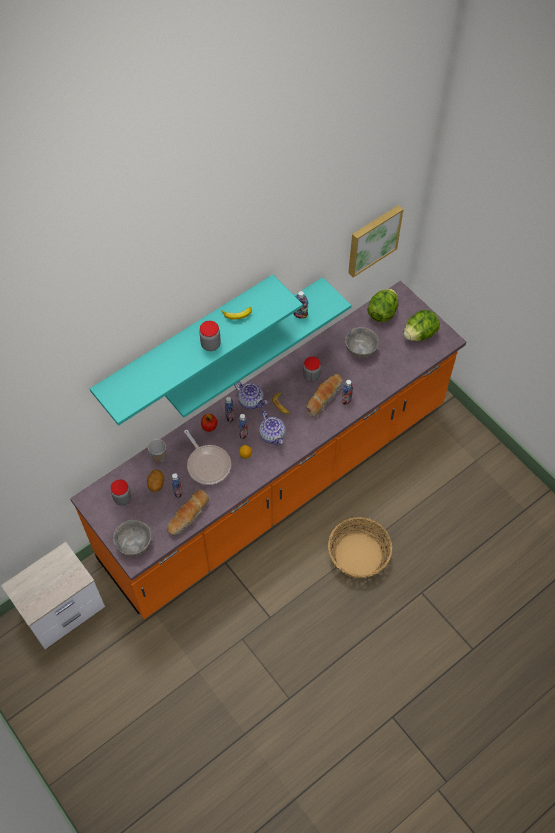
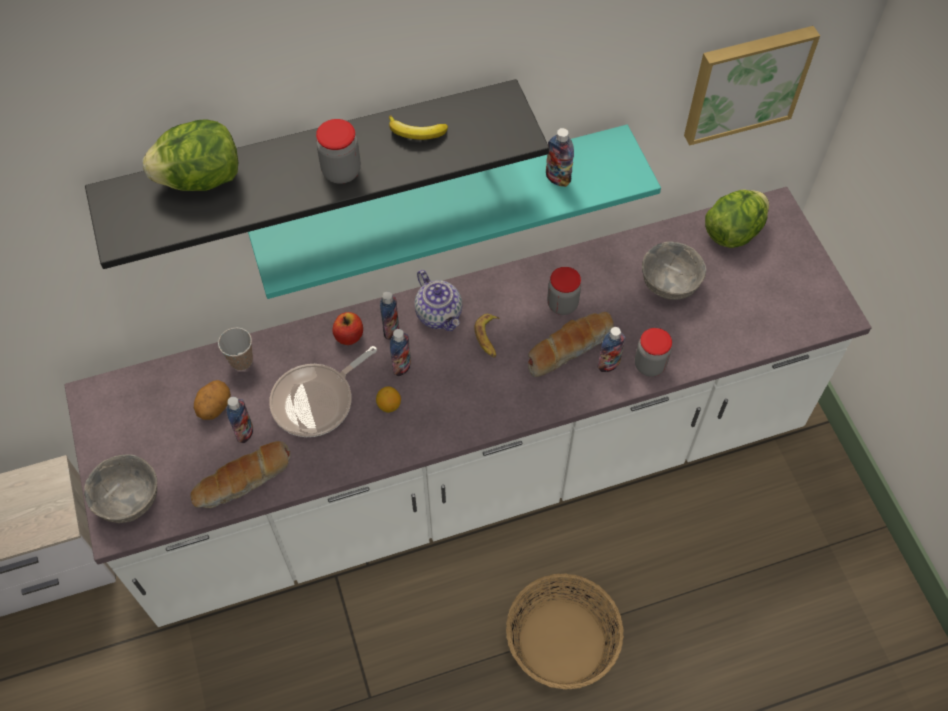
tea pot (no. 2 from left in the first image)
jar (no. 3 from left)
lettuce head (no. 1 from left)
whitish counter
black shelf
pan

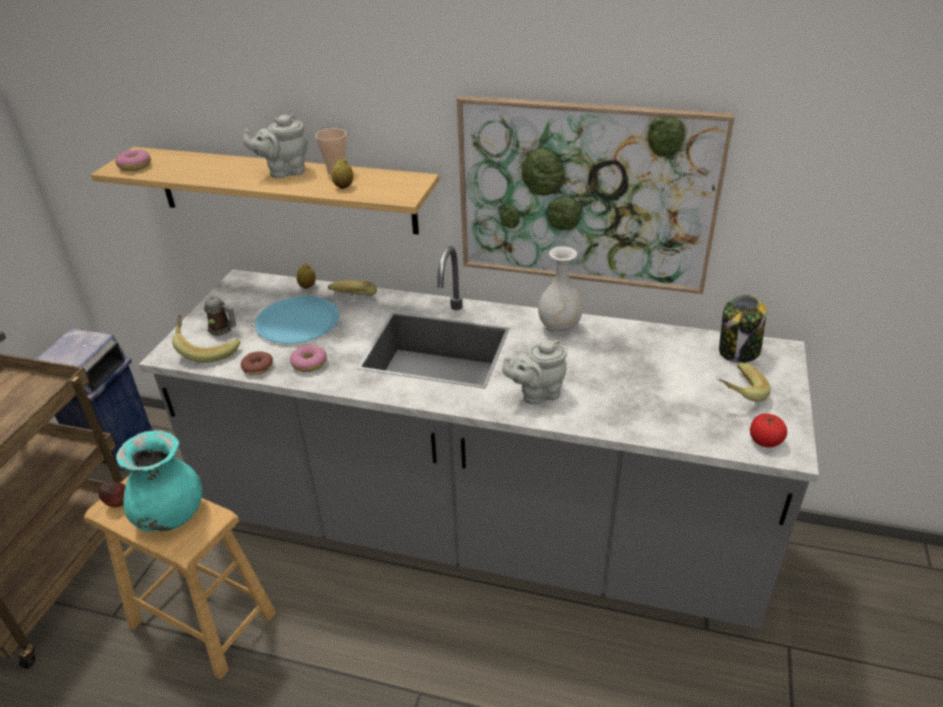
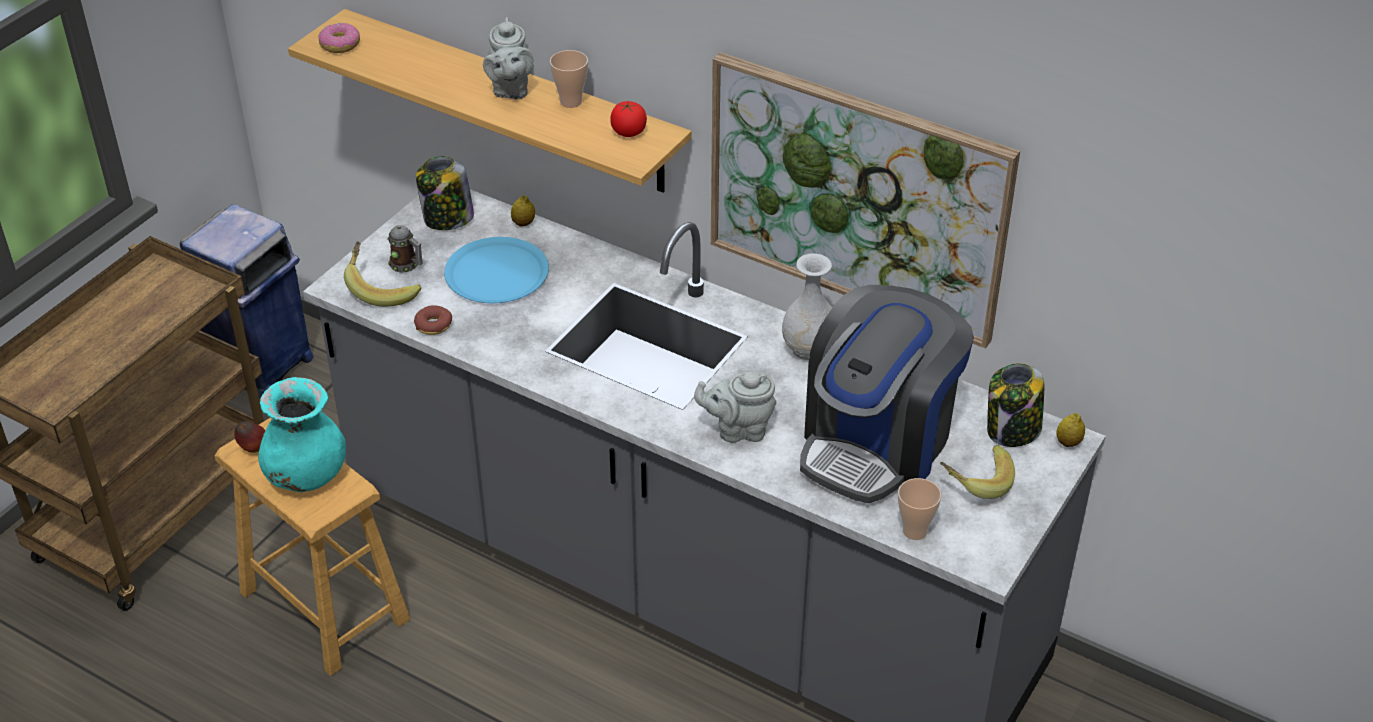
ring doughnut (no. 3 from left in the first image)
whole banana (no. 2 from left in the first image)
jar (no. 1 from left)
coffee machine
small cup (no. 2 from left)
lemon (no. 2 from left)
whole tomato
grey tea pot (no. 1 from left)

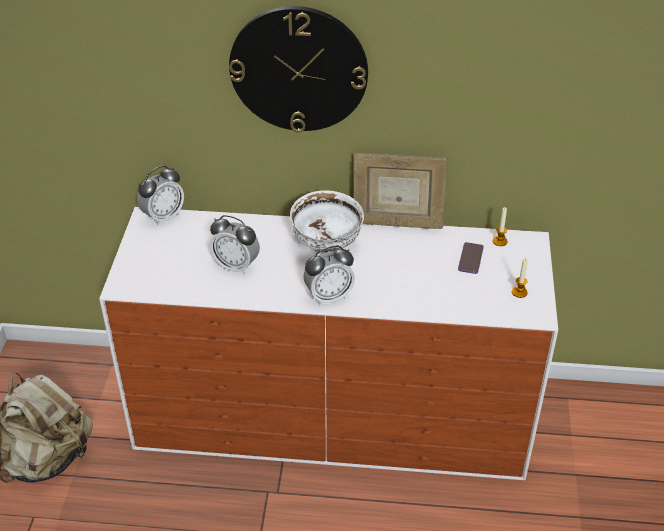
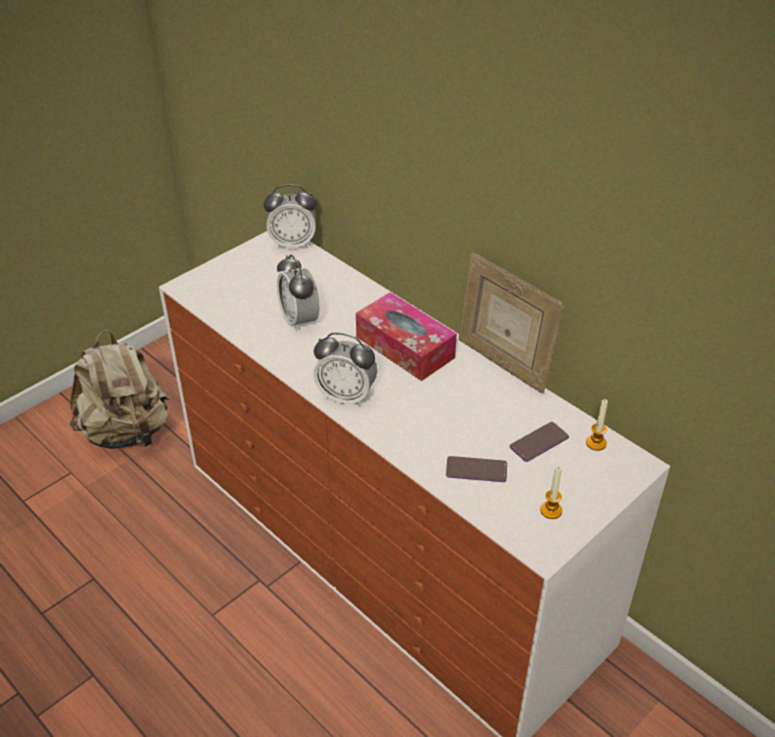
hanging clock
handset (no. 1 from left)
tissue holder

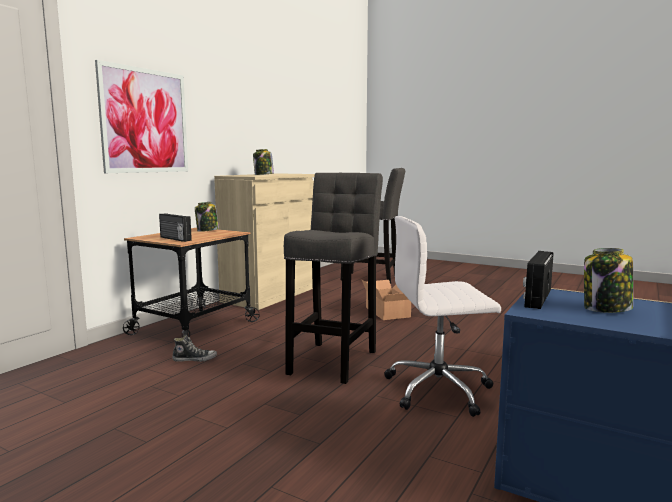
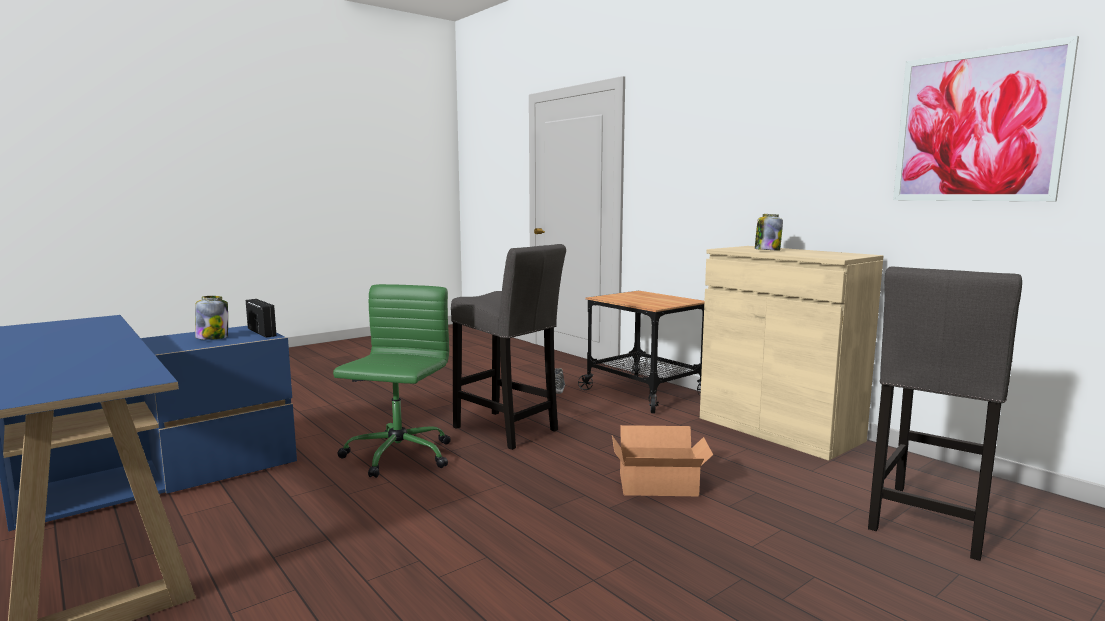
radio (no. 1 from left in the first image)
jar (no. 1 from left in the first image)
wall art
greenish computer chair

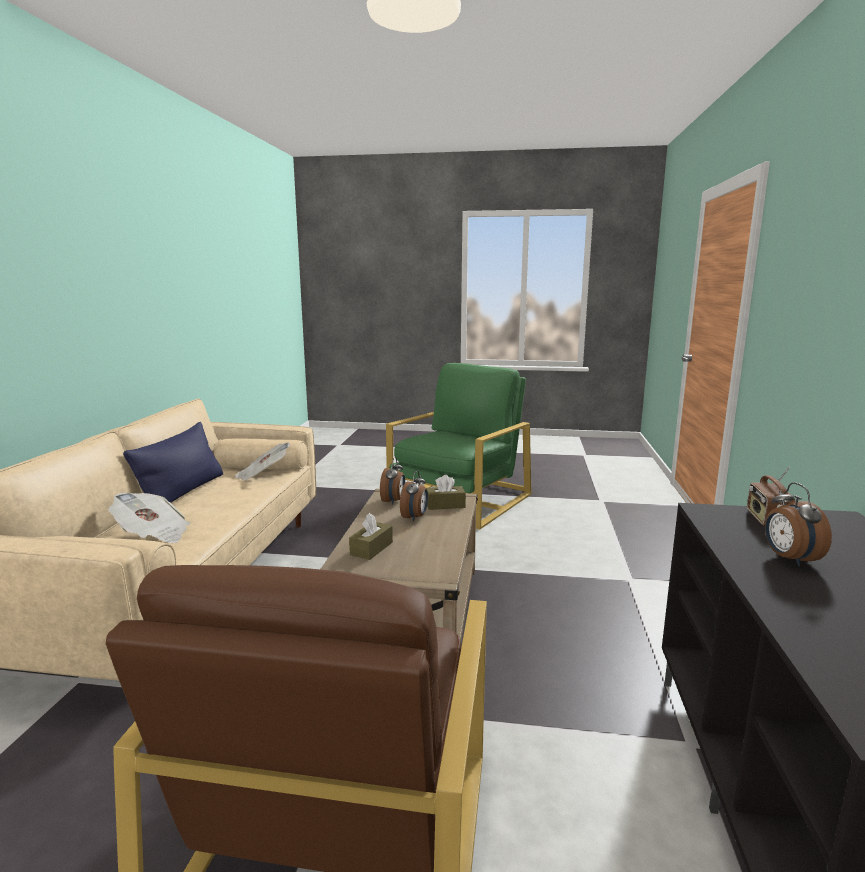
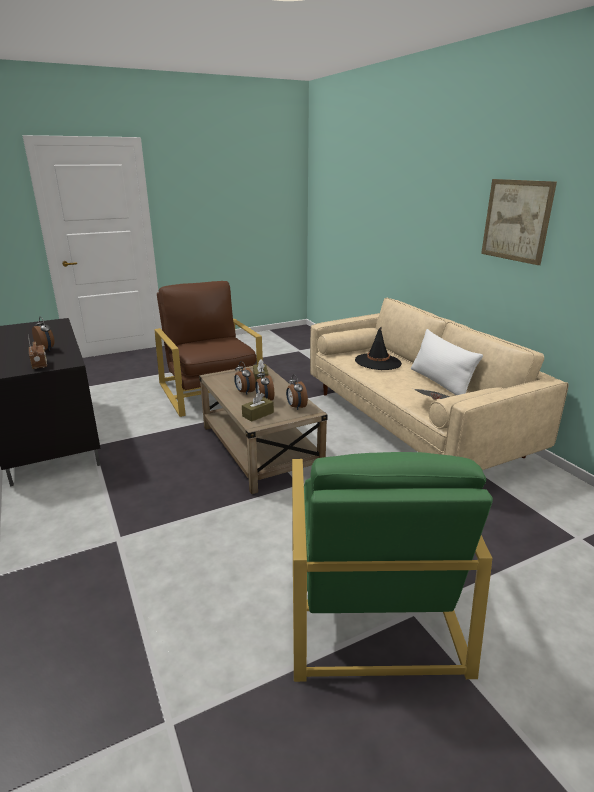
alarm clock (no. 2 from left)
wall art
black clothing hat
whitish cushion

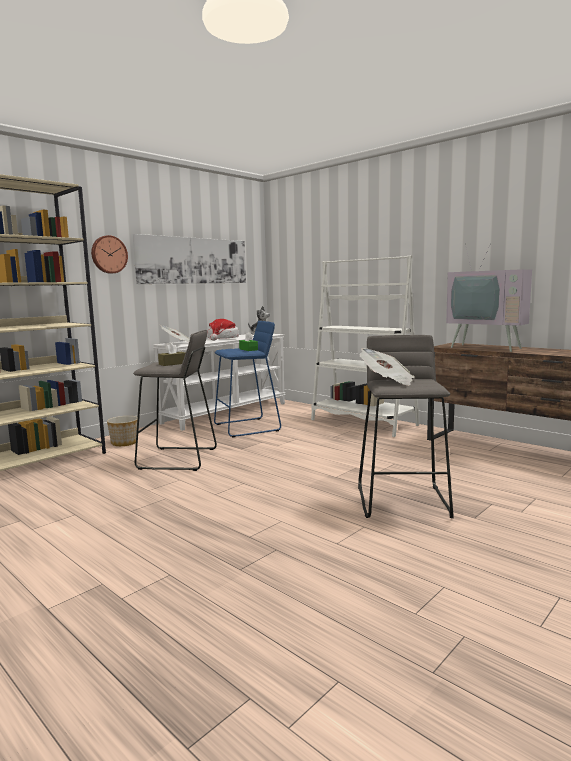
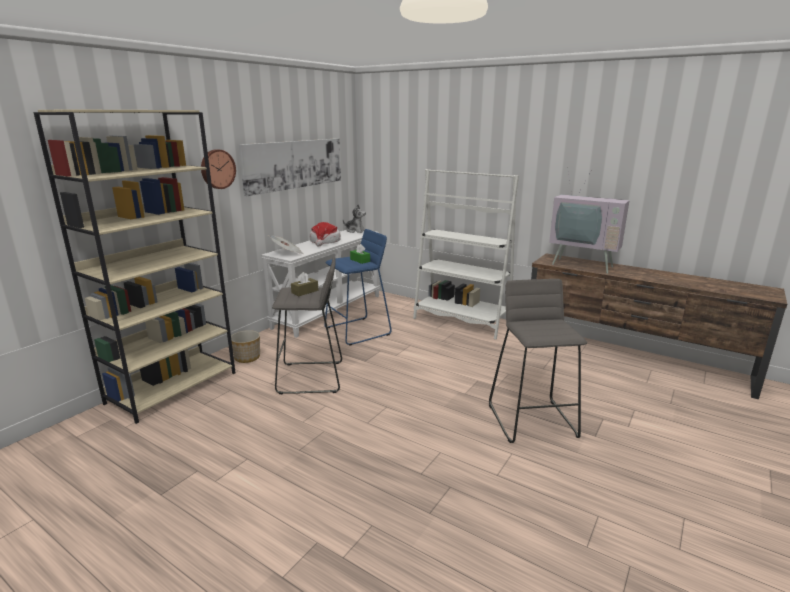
daily paper (no. 2 from left in the first image)

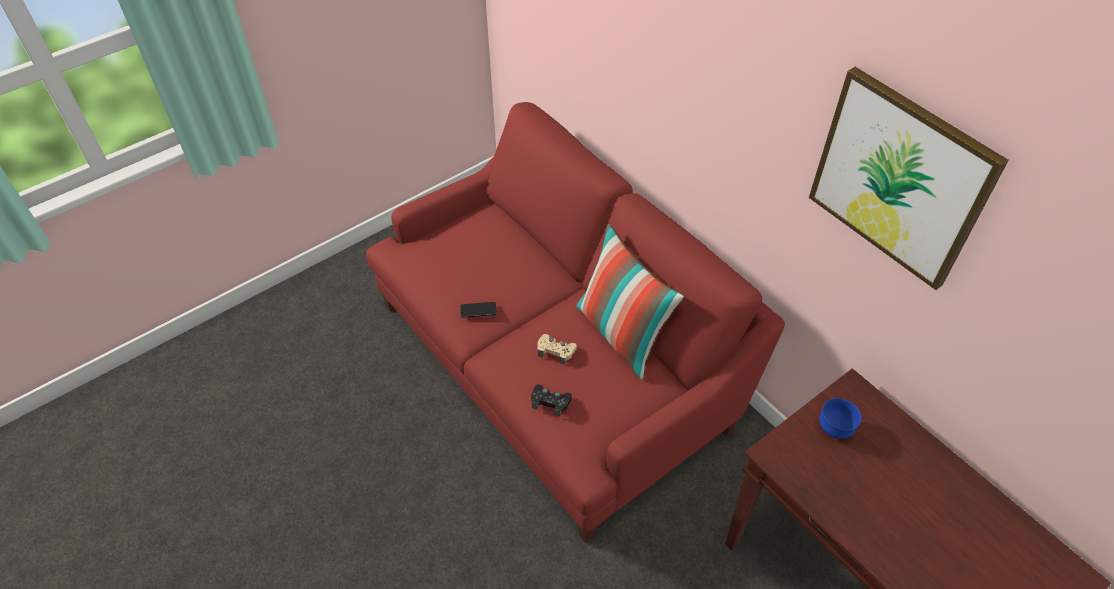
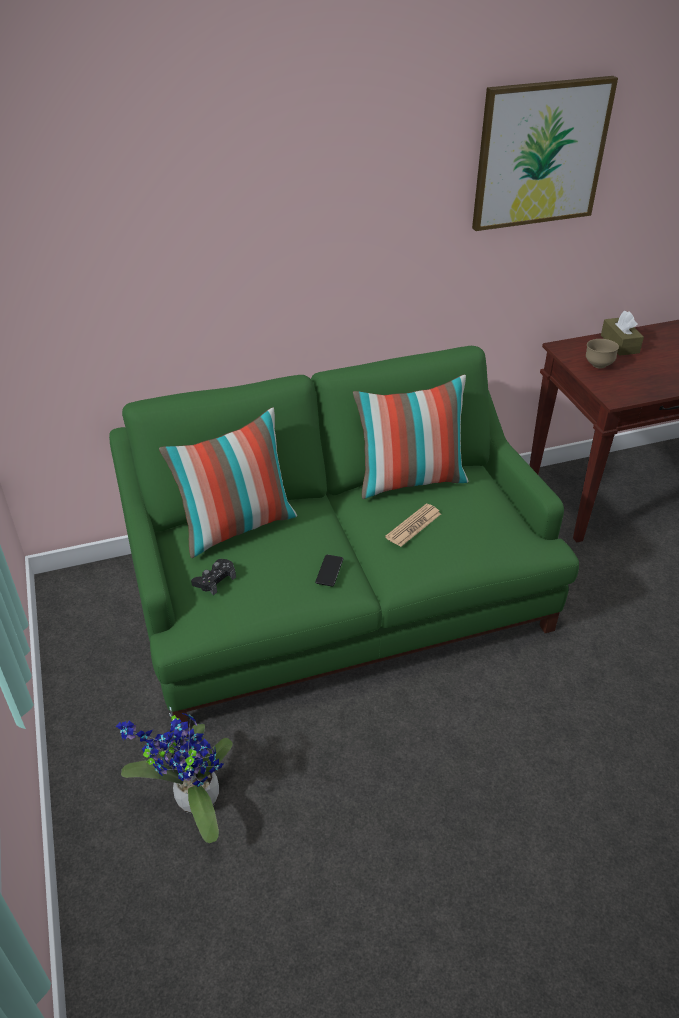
houseplant
cushion (no. 1 from left)
brown-coloured tissue holder
black game controller
daily paper
greenish settee
brown-coloured serving bowl

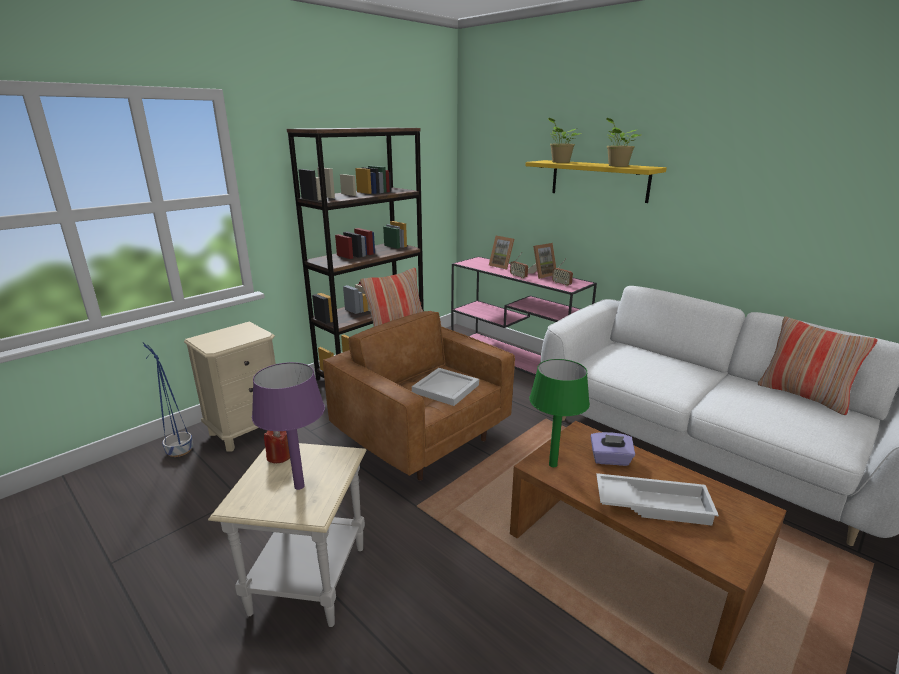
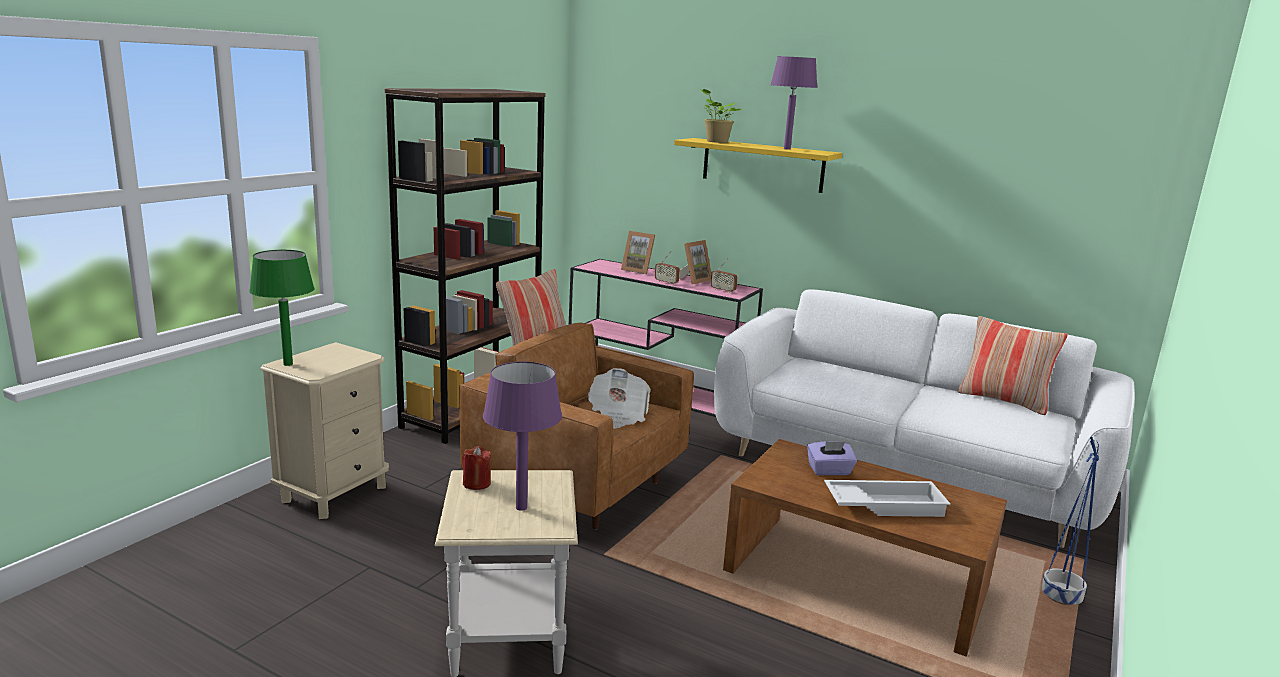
blue plant pot
greenish lamp for a table
daily paper
purple-coloured lamp for a table (no. 2 from left)

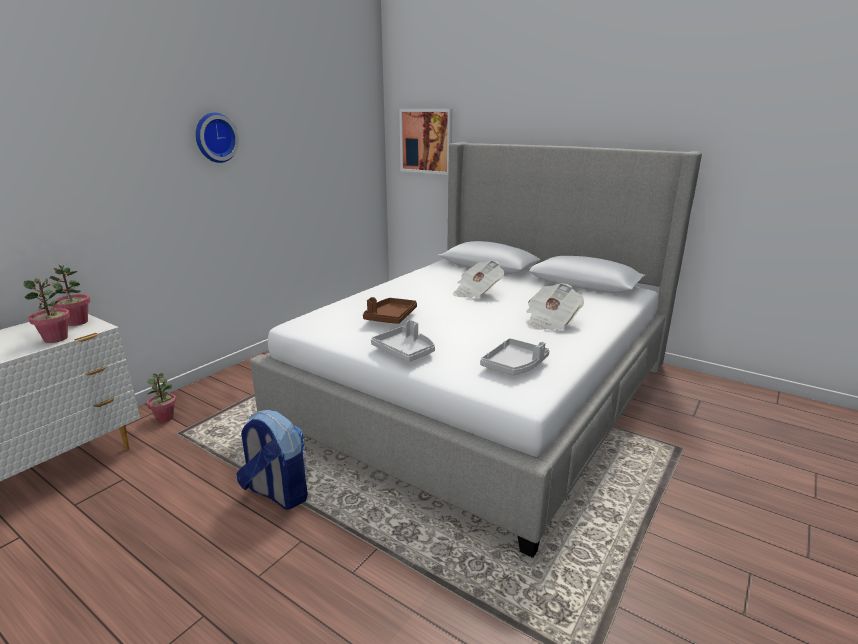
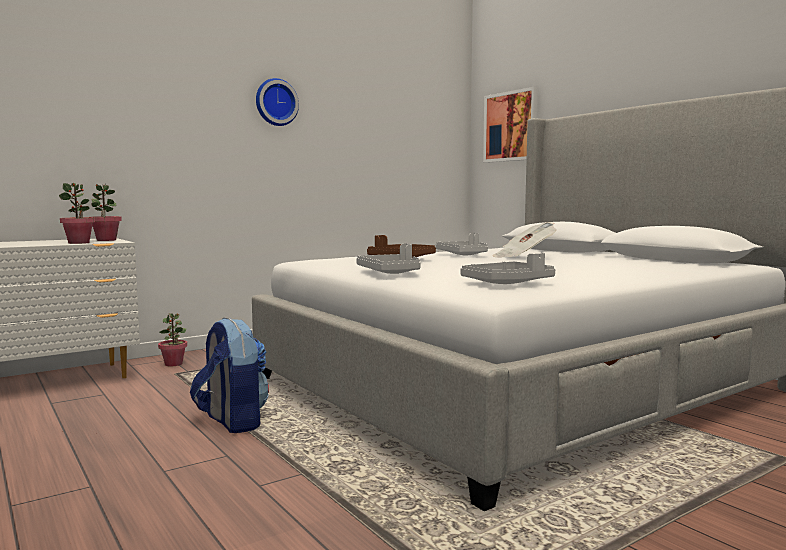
daily paper (no. 2 from left in the first image)
grey tray (no. 2 from left)

